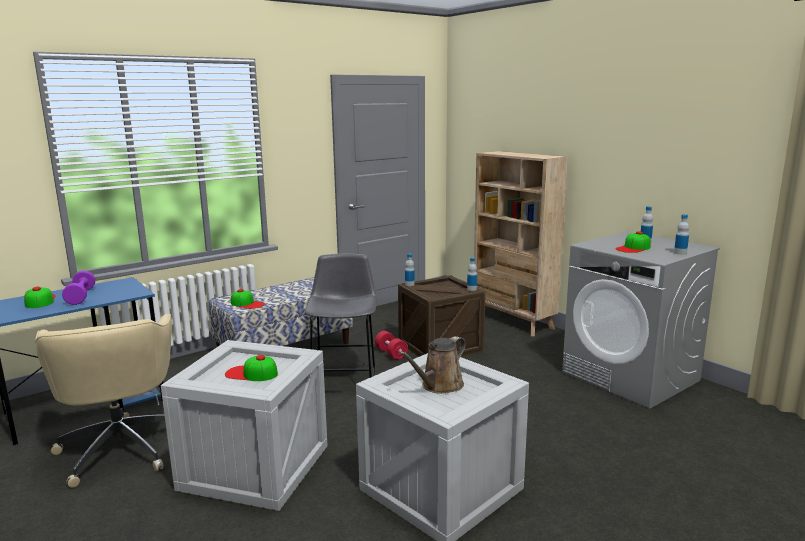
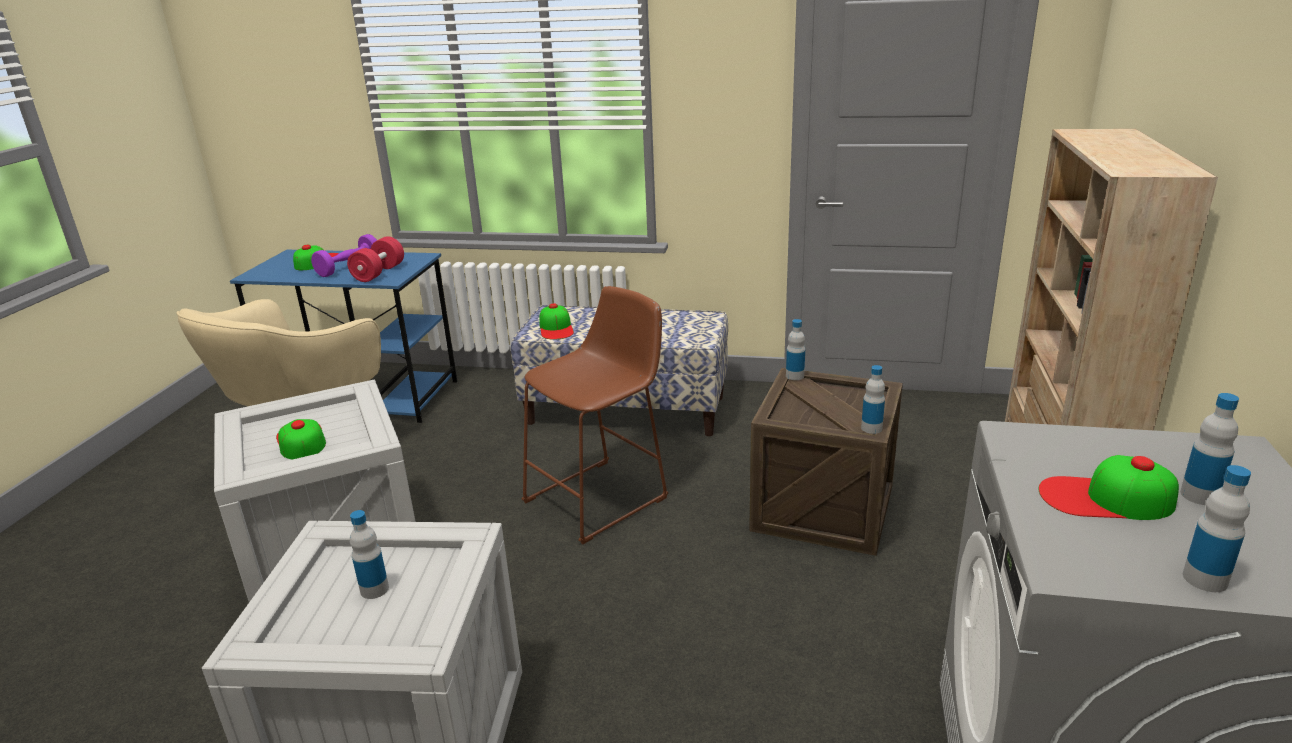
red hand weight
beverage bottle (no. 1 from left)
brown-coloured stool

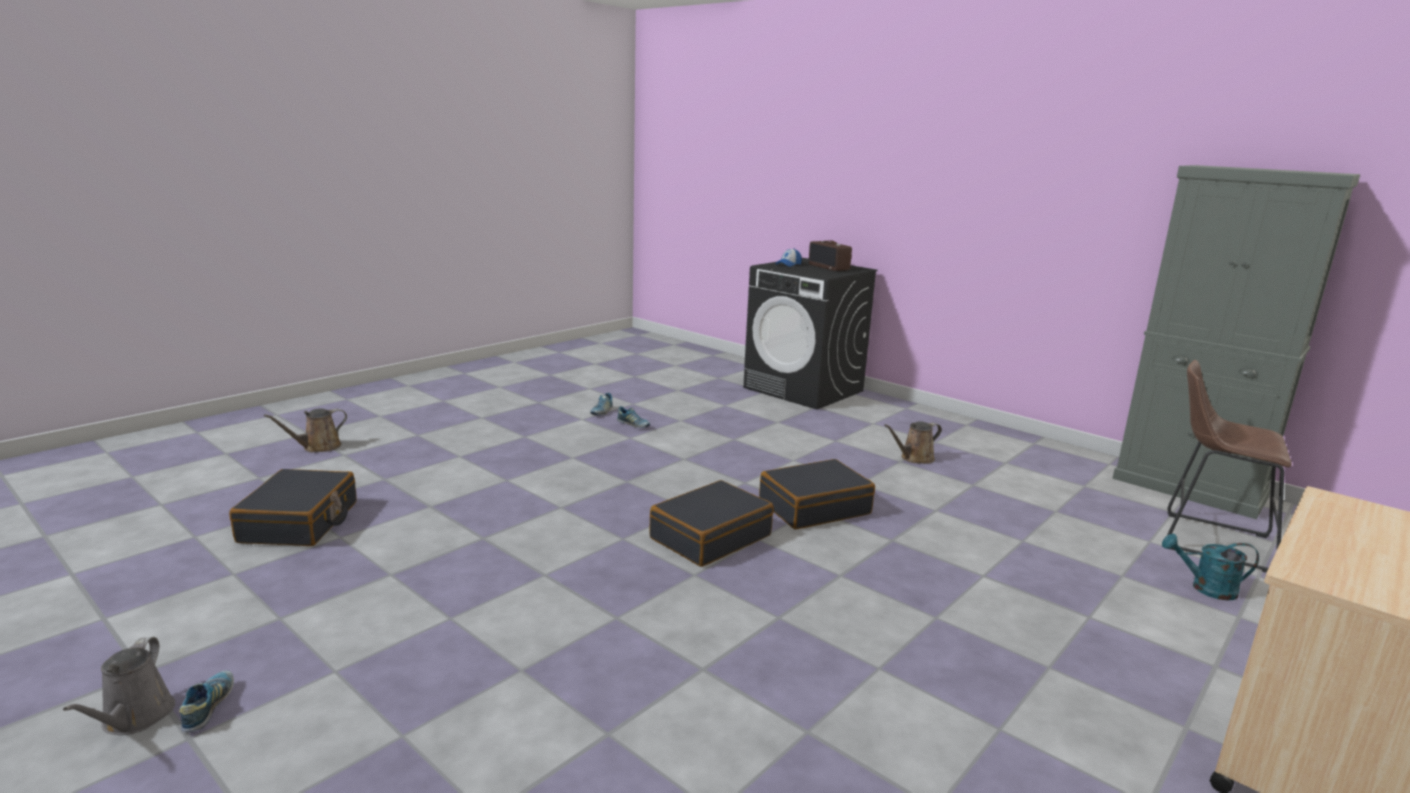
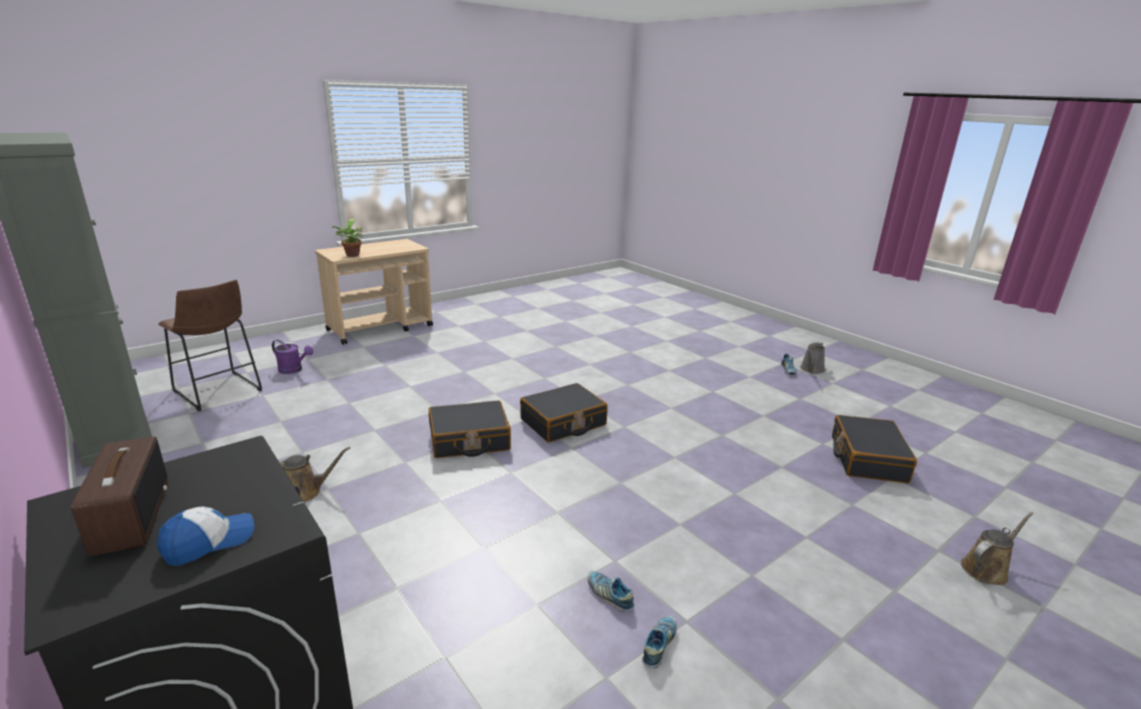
houseplant
purple-coloured watering can
grey watering can

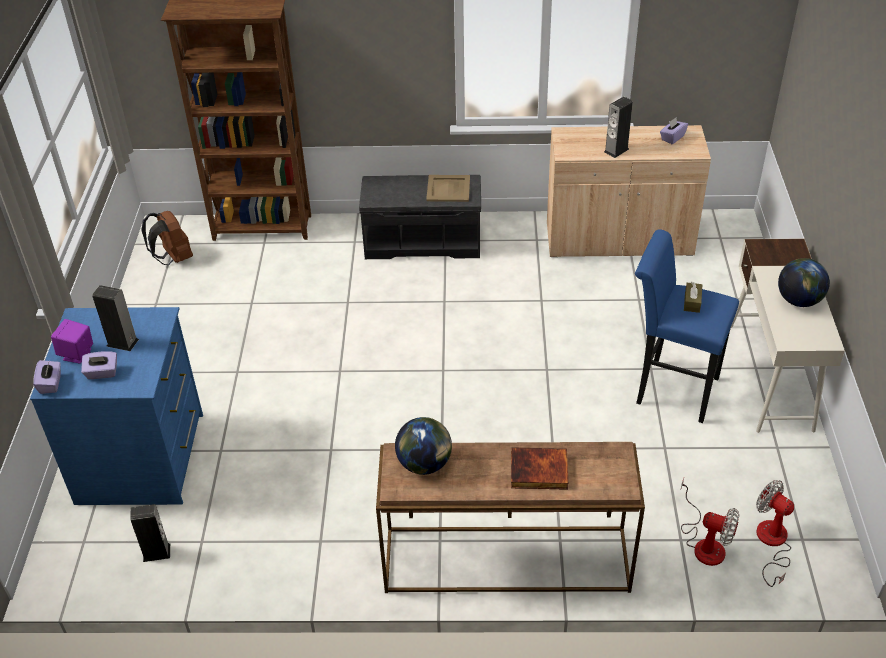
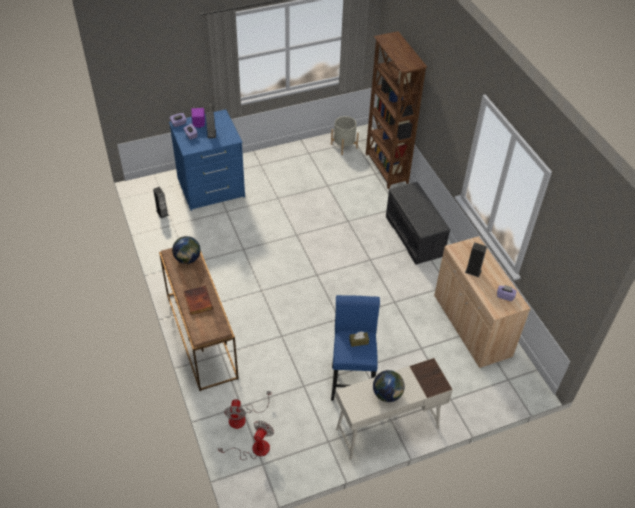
sand-coloured tray
grey plant pot

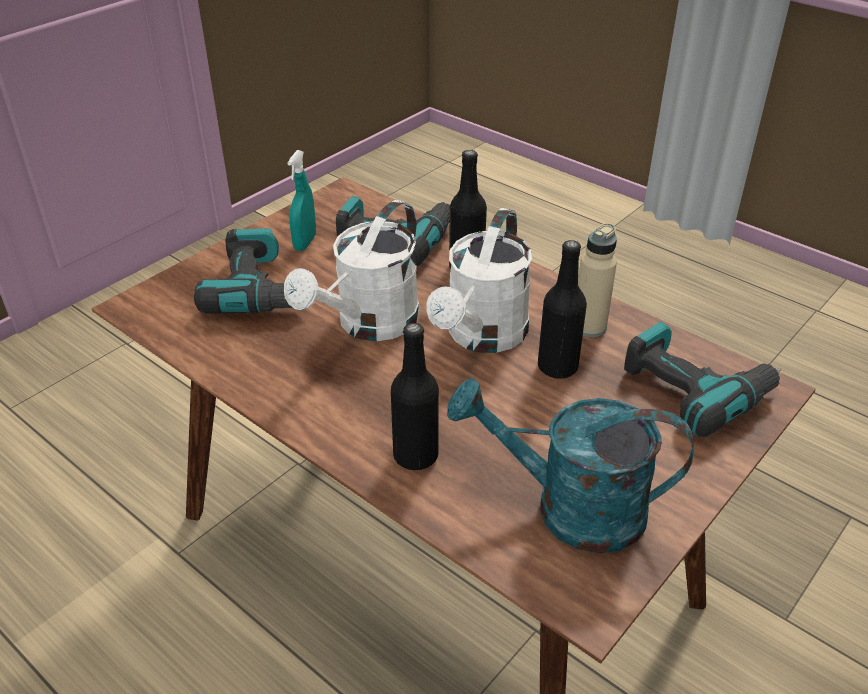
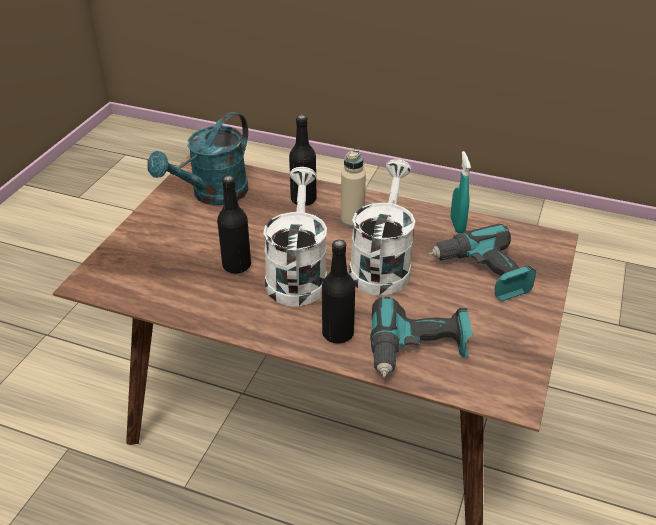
drill (no. 3 from left in the first image)
blue-green hand sprayer
sand-coloured beverage bottle
blue-green watering can

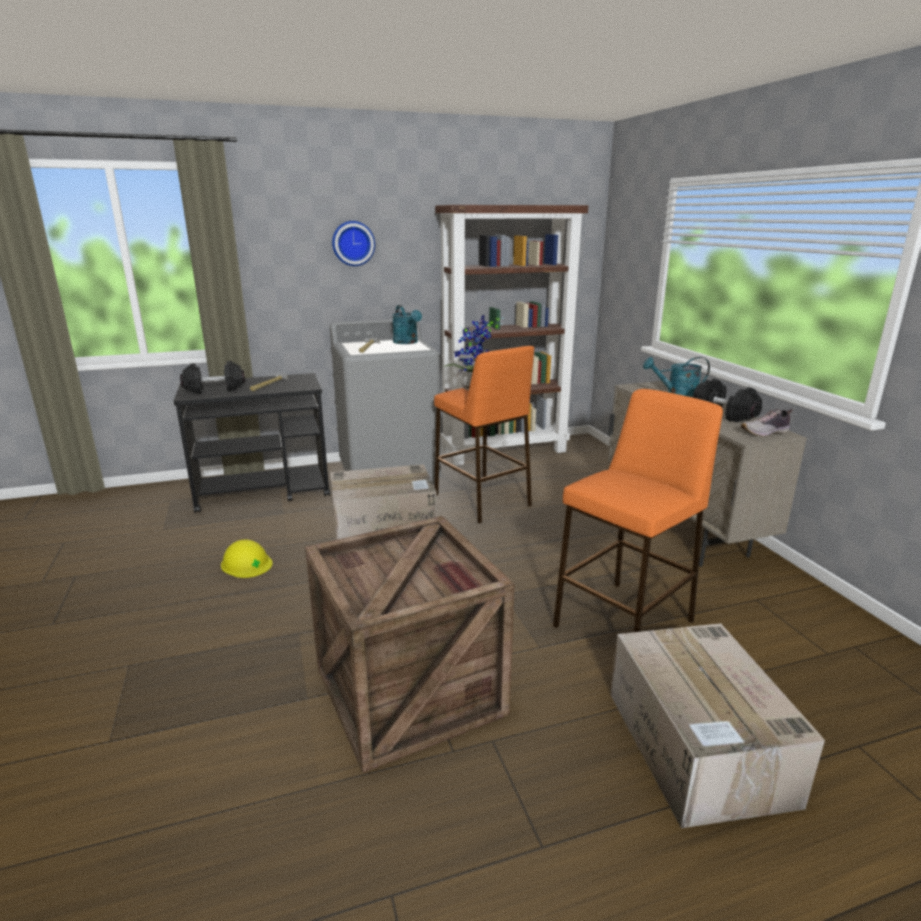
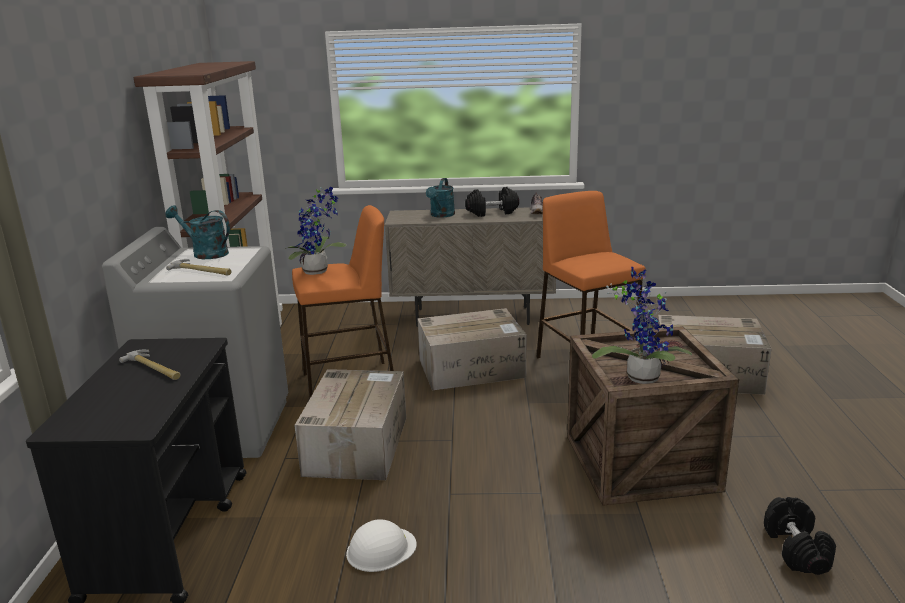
hanging clock
carton (no. 2 from left)
houseplant (no. 2 from left)
black hand weight (no. 2 from left)
whitish safety helmet
blue-green watering can (no. 1 from left)

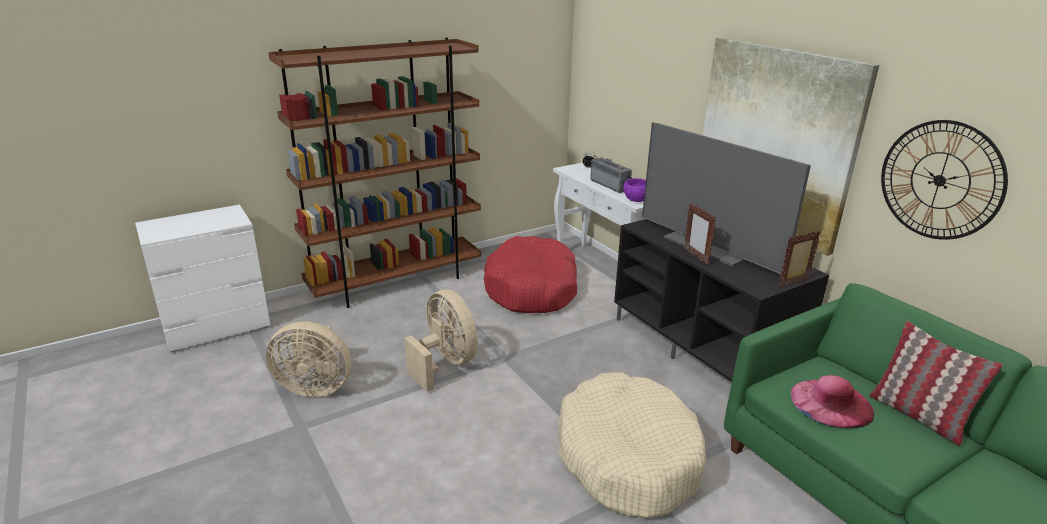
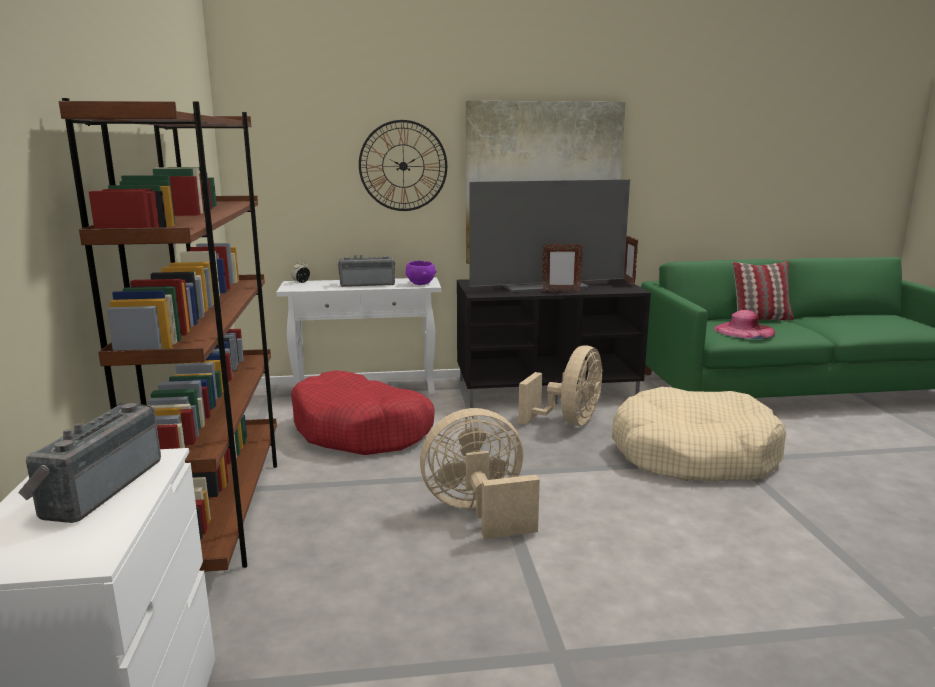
radio (no. 1 from left)
sand-coloured cooling fan (no. 2 from left)
hanging clock

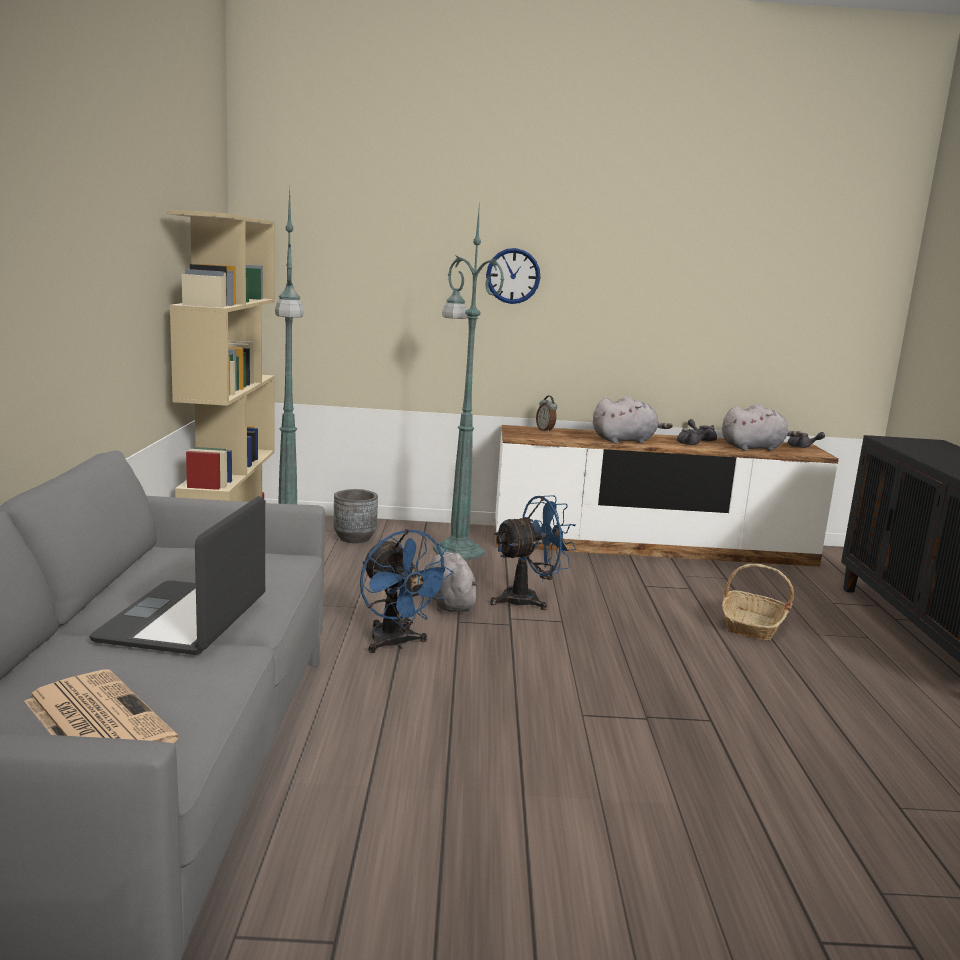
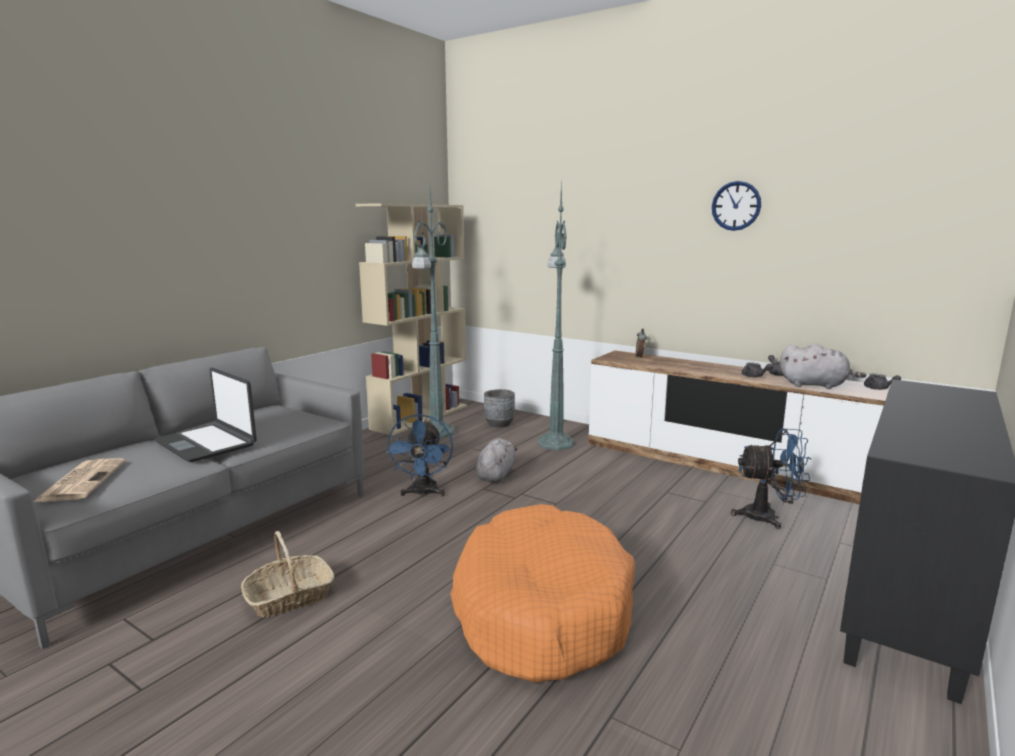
grey plush toy (no. 2 from left in the first image)
orangey dog bed
hanging clock
blue cooling fan (no. 2 from left)
storage basket
notebook computer

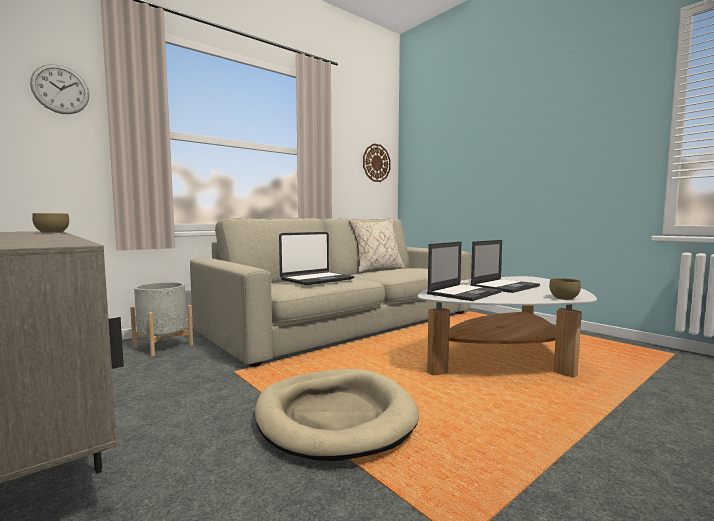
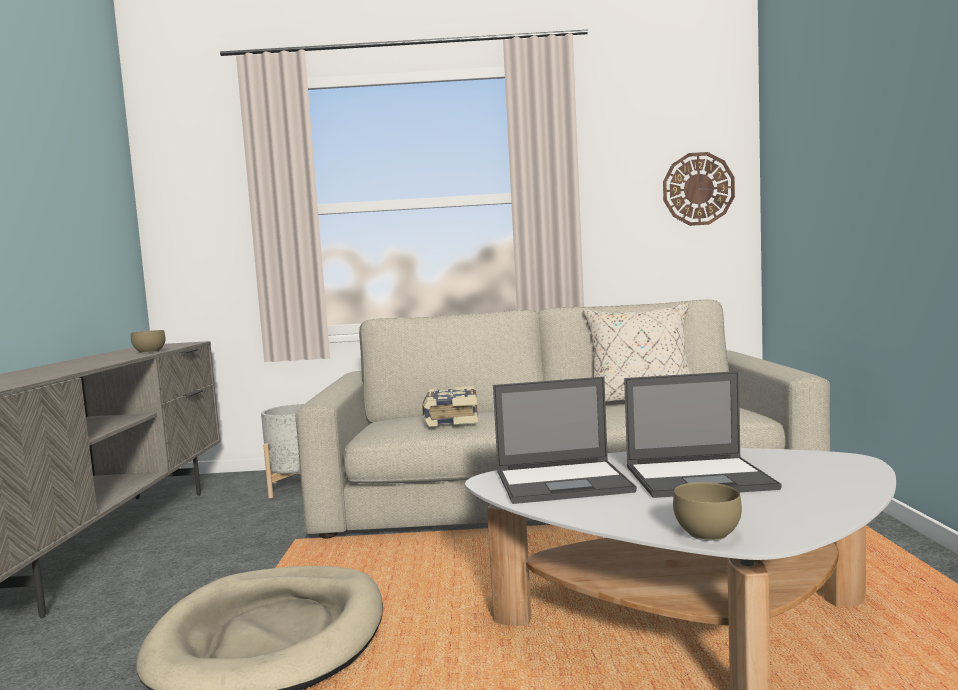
hanging clock (no. 1 from left in the first image)
book

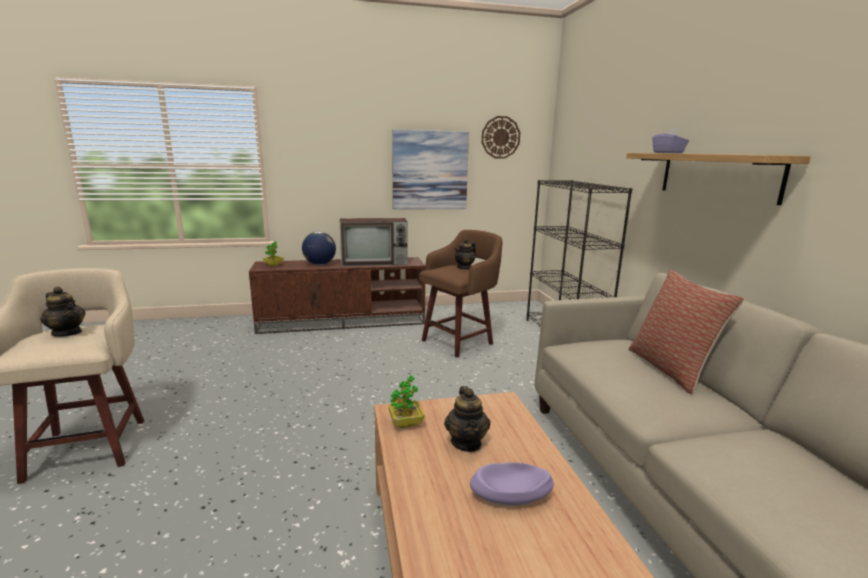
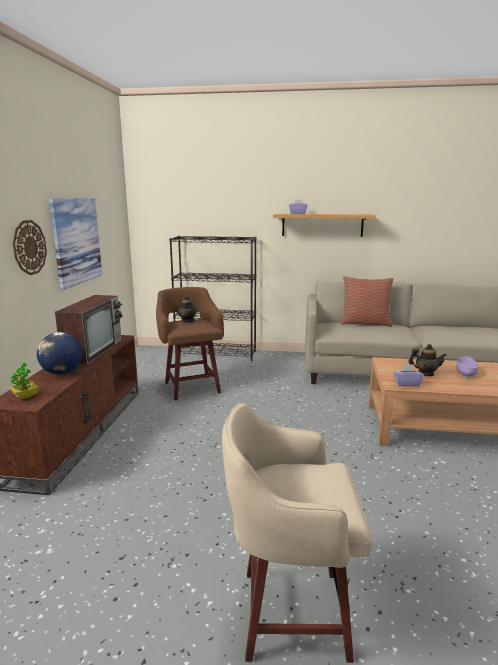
tea pot (no. 1 from left in the first image)
hanging clock
purple-coloured tissue holder (no. 2 from left)

